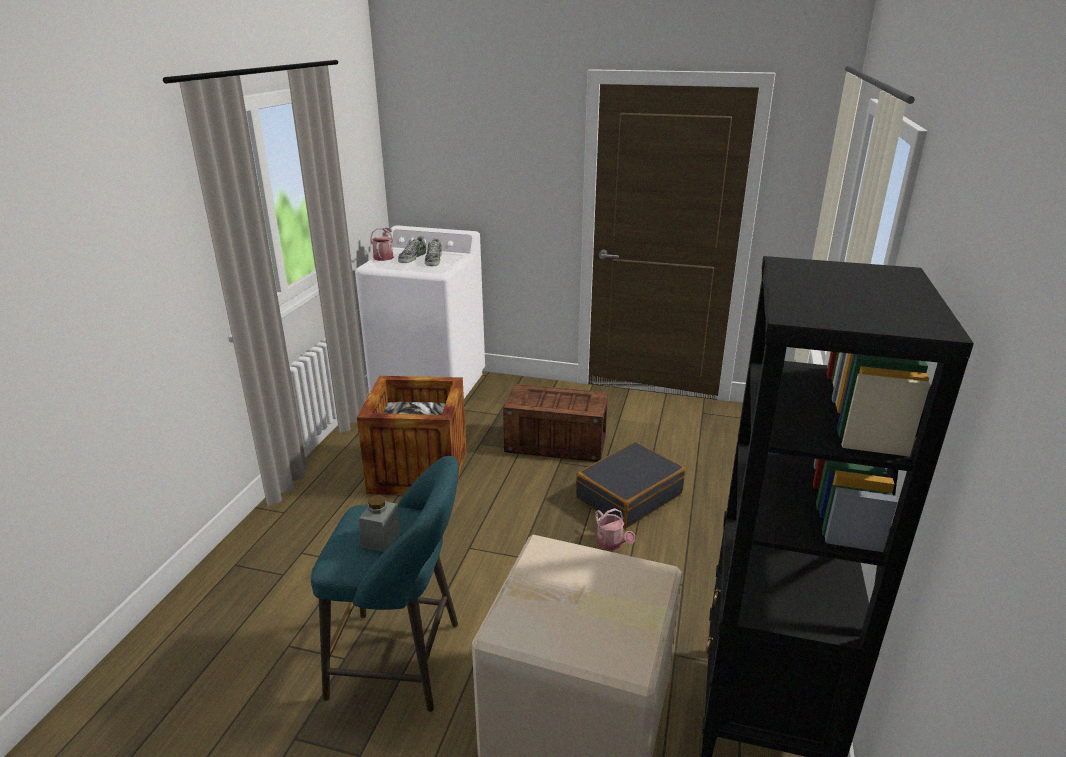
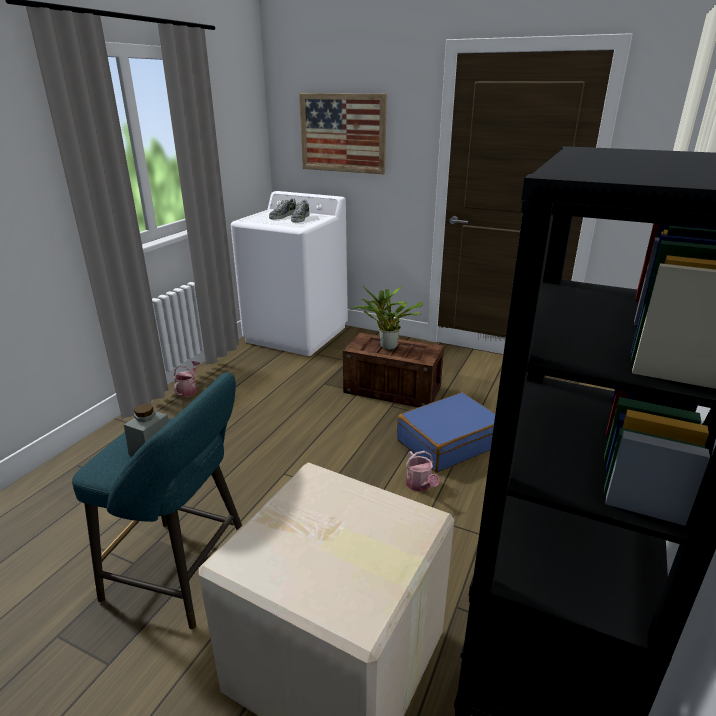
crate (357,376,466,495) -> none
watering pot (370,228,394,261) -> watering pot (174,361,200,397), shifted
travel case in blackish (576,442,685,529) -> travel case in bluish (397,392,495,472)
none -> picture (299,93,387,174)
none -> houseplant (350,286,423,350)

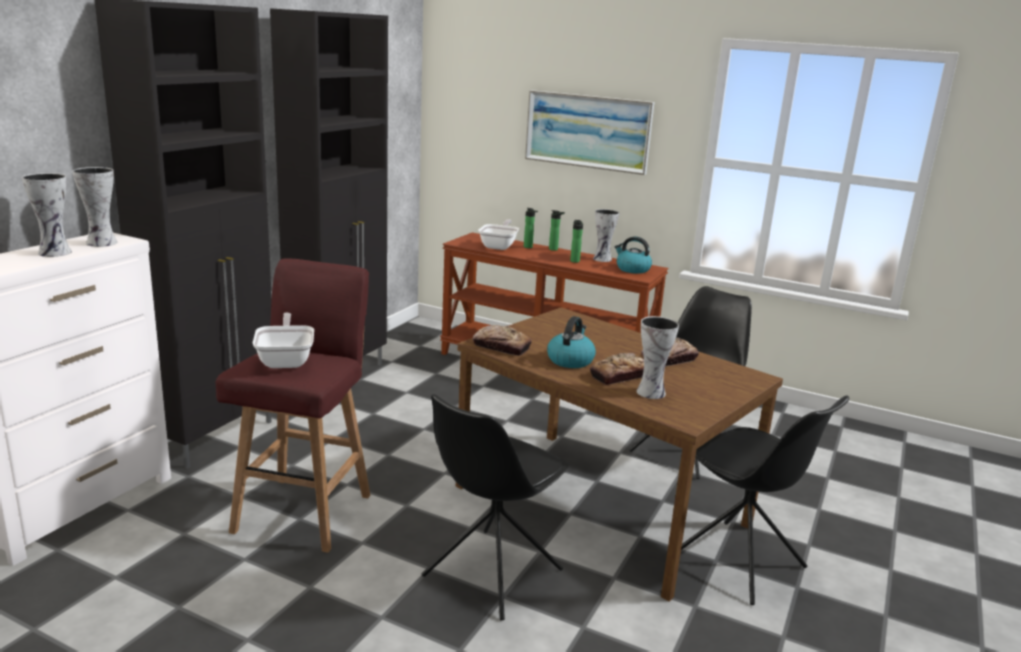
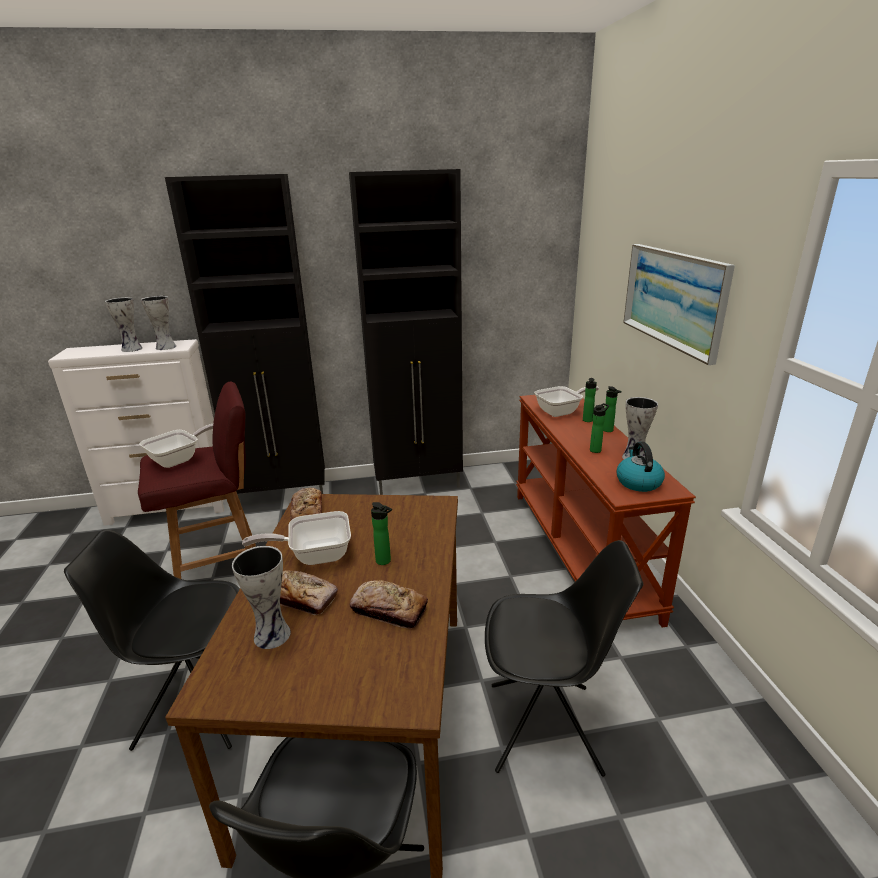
water kettle (547,316,596,368) -> frying pan (242,511,351,565)
none -> drink bottle (371,502,392,565)

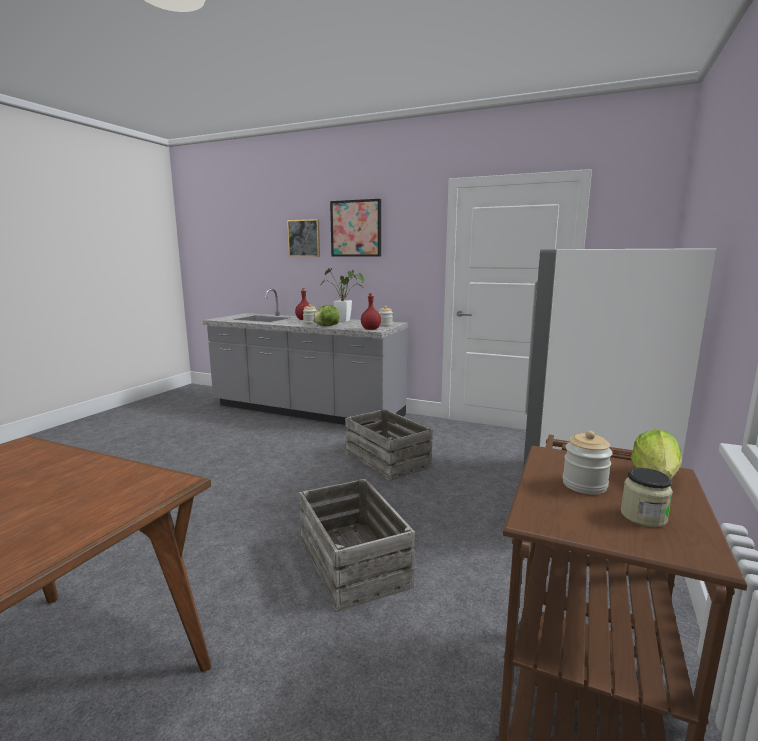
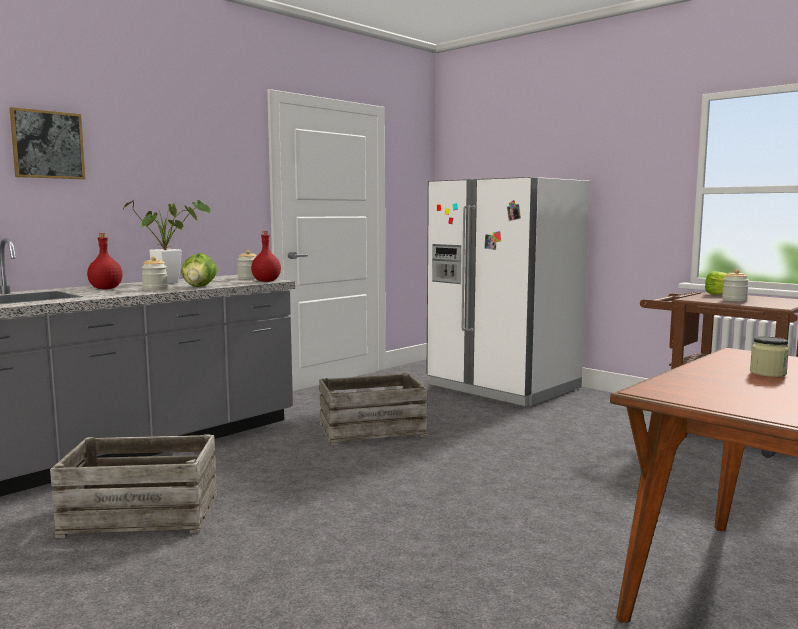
crate (299,478,415,613) -> crate (50,434,217,538), shifted
picture (330,199,381,257) -> none
storage jar (621,468,673,527) -> storage jar (750,337,789,377), shifted

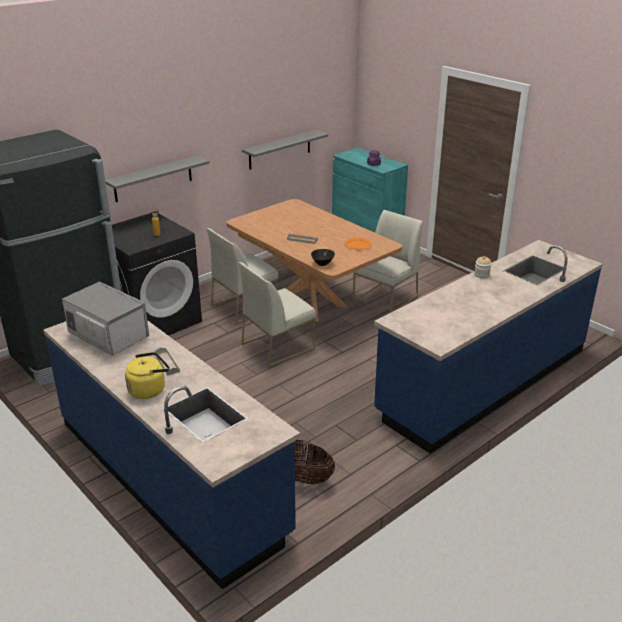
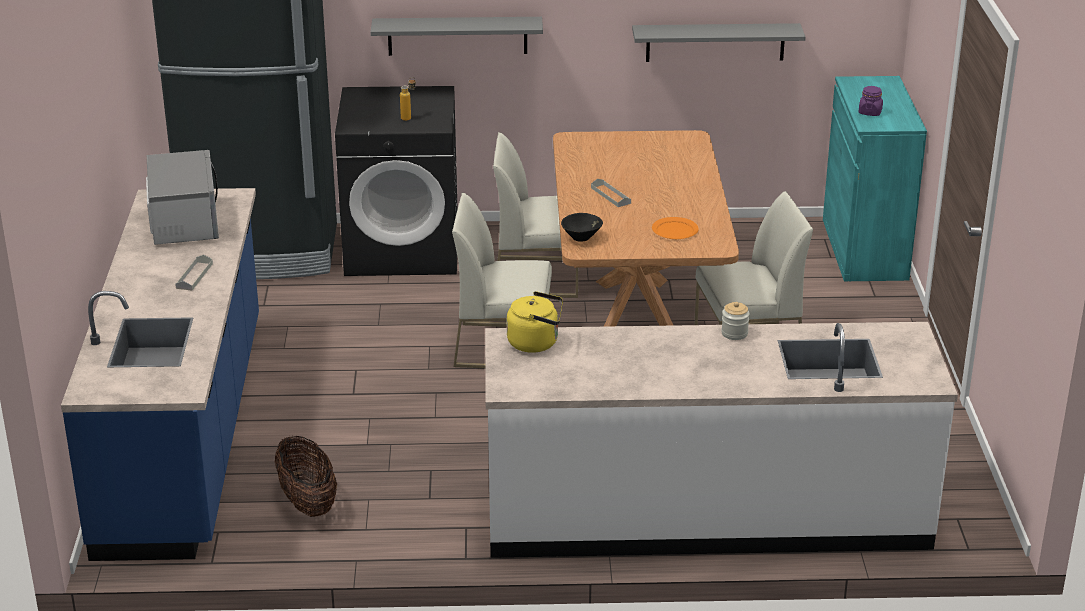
water kettle in yellowish (125,352,170,399) -> water kettle in yellowish (507,291,563,353), shifted
counter in bluish (374,240,603,454) -> counter in white (485,322,958,558)

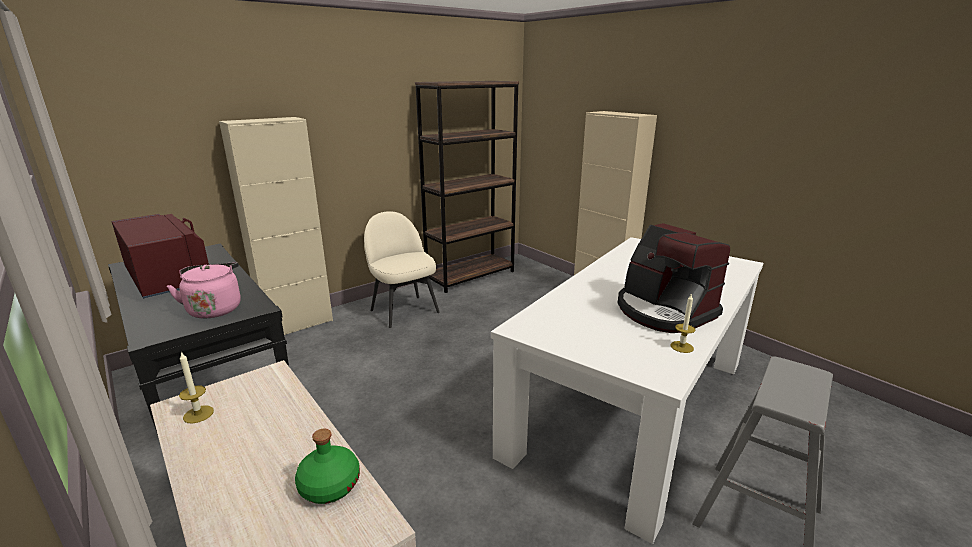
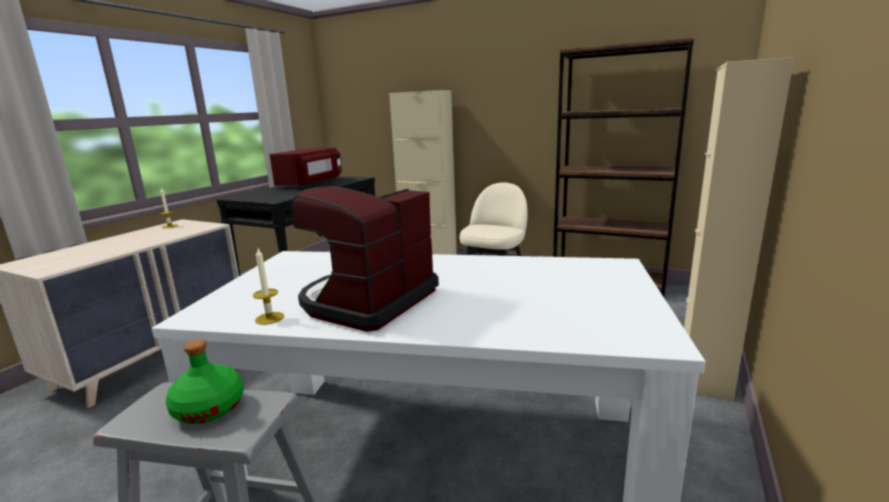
water kettle in pink (167,262,241,319) -> none
drink bottle in green-coloured (295,429,360,504) -> drink bottle in green-coloured (166,339,244,424), shifted

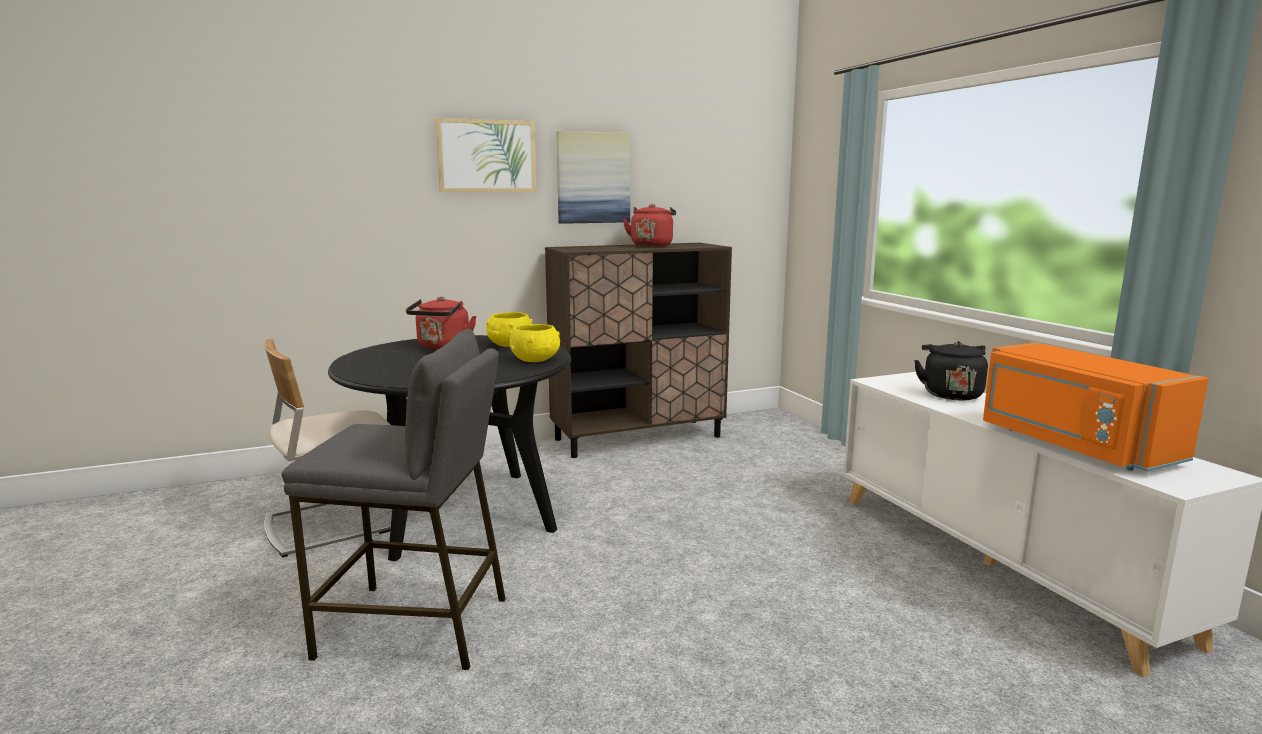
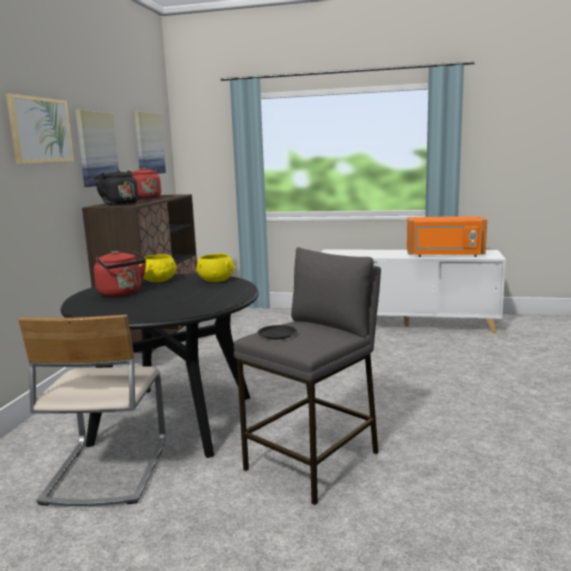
water kettle in blackish (914,341,988,400) -> water kettle in blackish (94,170,138,205), shifted
none -> picture (134,111,166,174)
none -> flat dish in blackish (257,325,297,339)

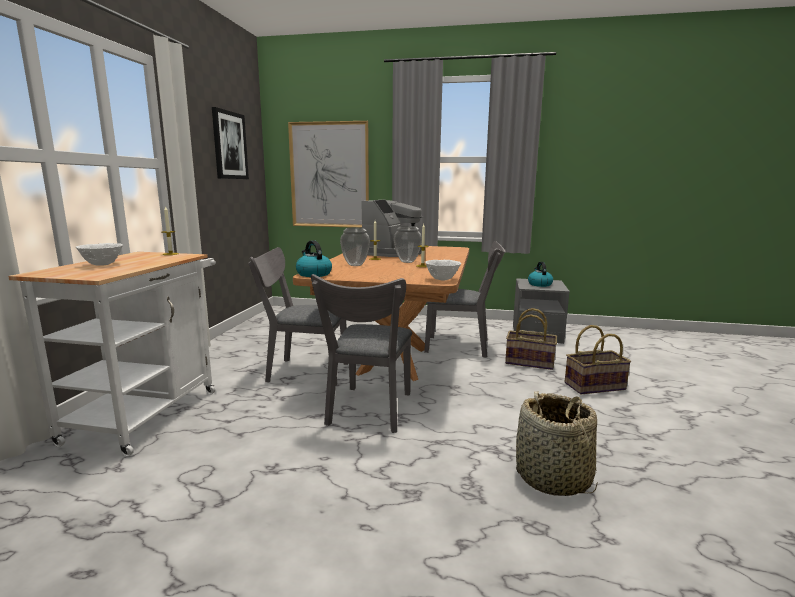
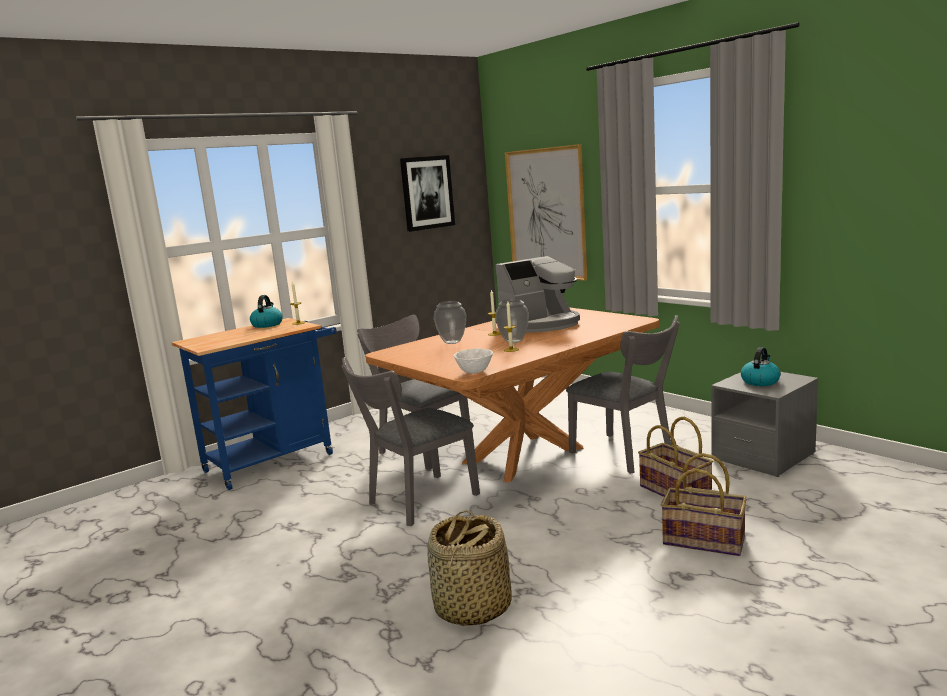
wheeled cart in white (8,252,216,456) -> wheeled cart in bluish (171,318,337,490)
bowl in white (76,243,123,266) -> none
water kettle (296,240,332,277) -> water kettle (250,295,283,328), shifted

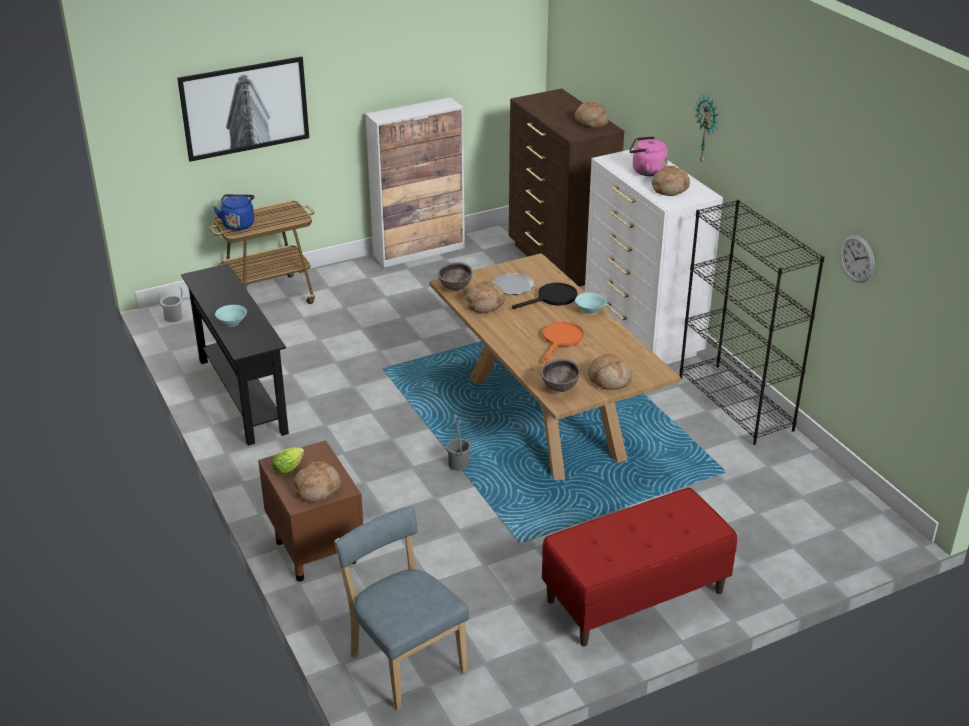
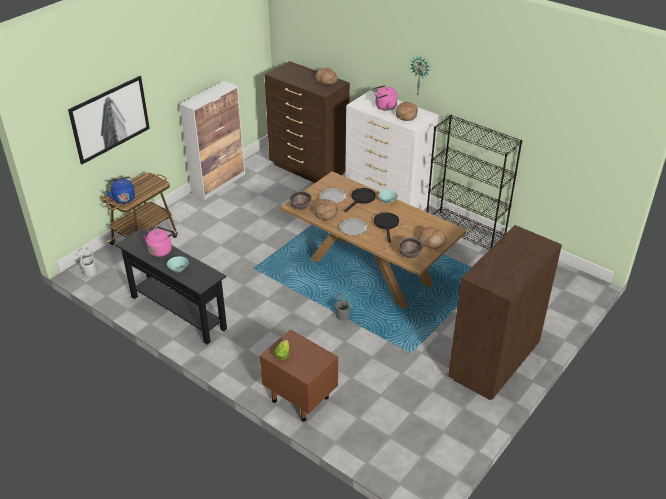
bakery bread (294,461,341,502) -> none
plain chair in bluish (334,507,469,710) -> none
frying pan in orangey (542,322,584,363) -> frying pan in blackish (374,212,399,243)
bench in reddish (542,488,737,646) -> drawer chest in brown-coloured (448,225,562,400)
wall clock (840,235,874,283) -> none
none -> water kettle in pink (143,226,174,257)
none -> flat dish (339,218,367,235)

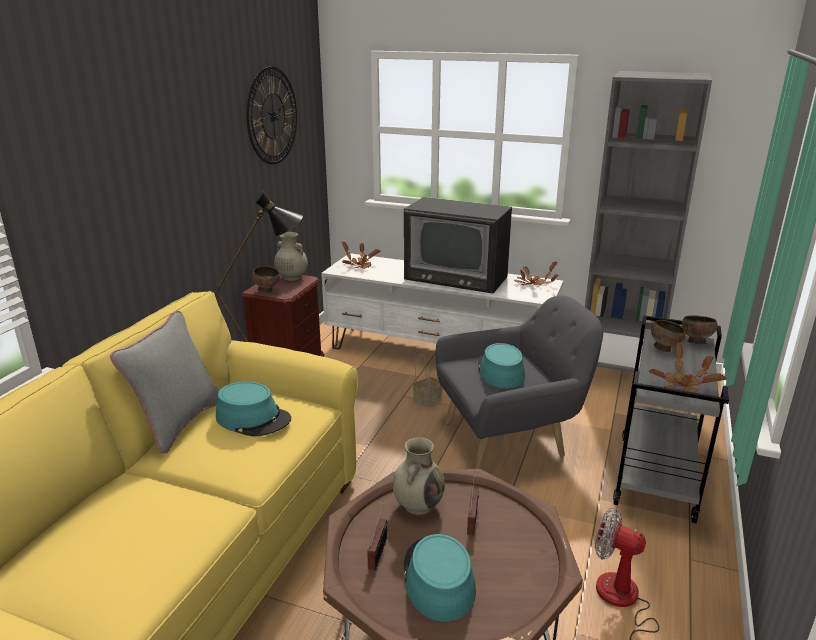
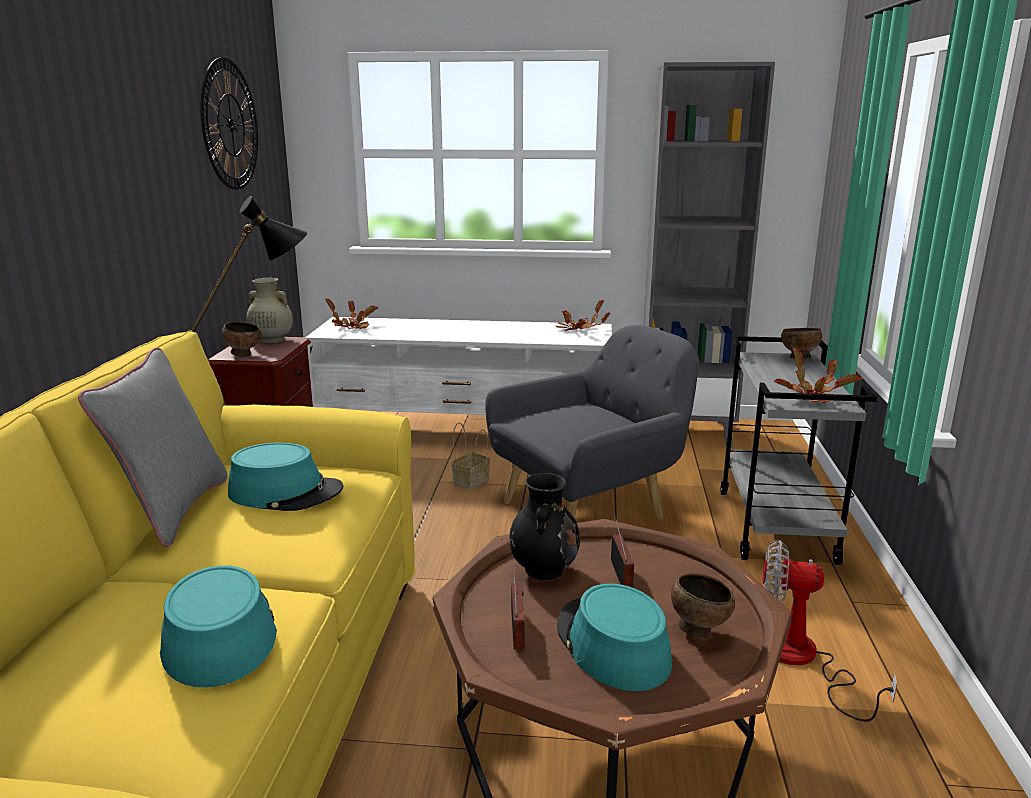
decorative vase in beige-coloured (392,437,445,515) -> decorative vase in blackish (509,473,580,580)
TV (404,197,512,294) -> none
wearable hat in turquoise-coloured (478,343,525,388) -> wearable hat in turquoise-coloured (160,565,277,687), shifted
bowl in brown-coloured (651,320,686,352) -> bowl in brown-coloured (671,573,735,638), shifted

